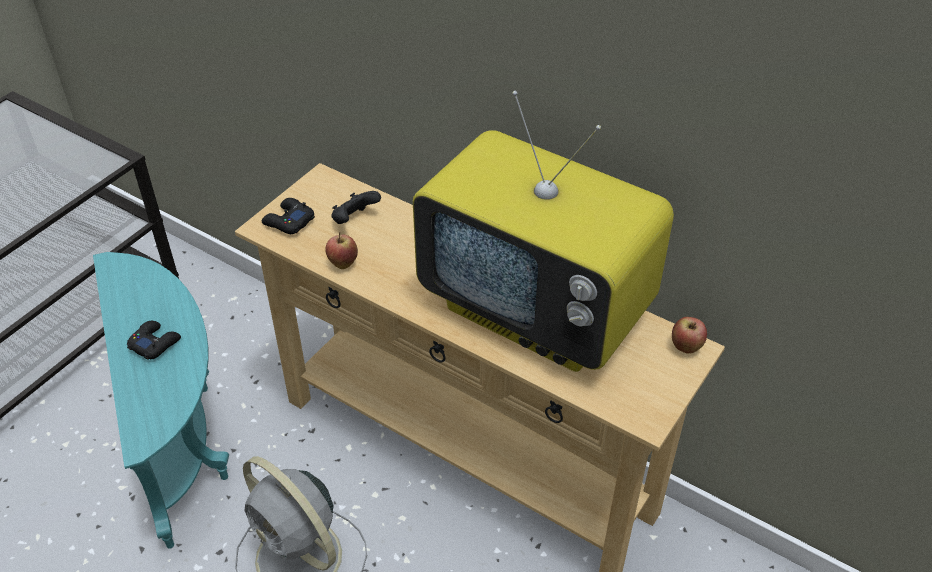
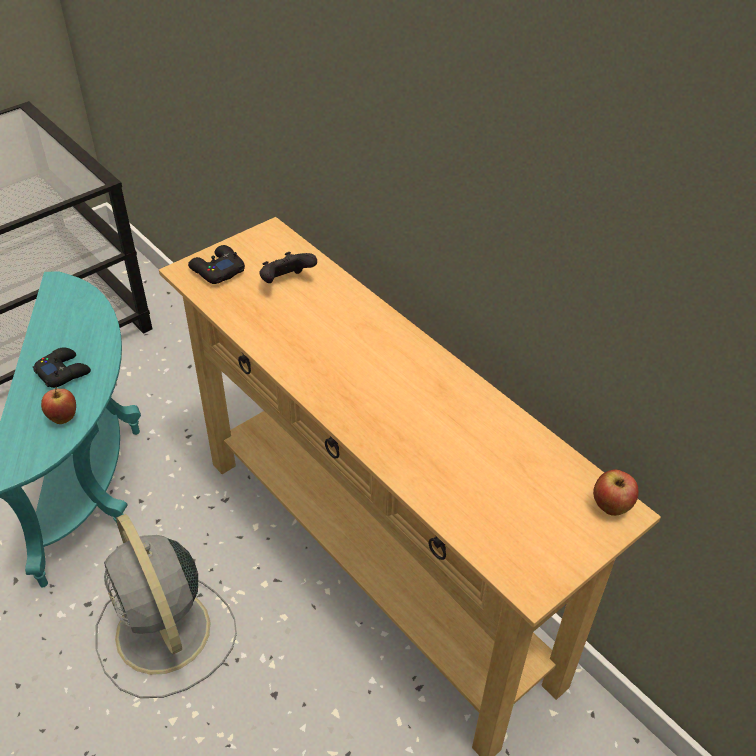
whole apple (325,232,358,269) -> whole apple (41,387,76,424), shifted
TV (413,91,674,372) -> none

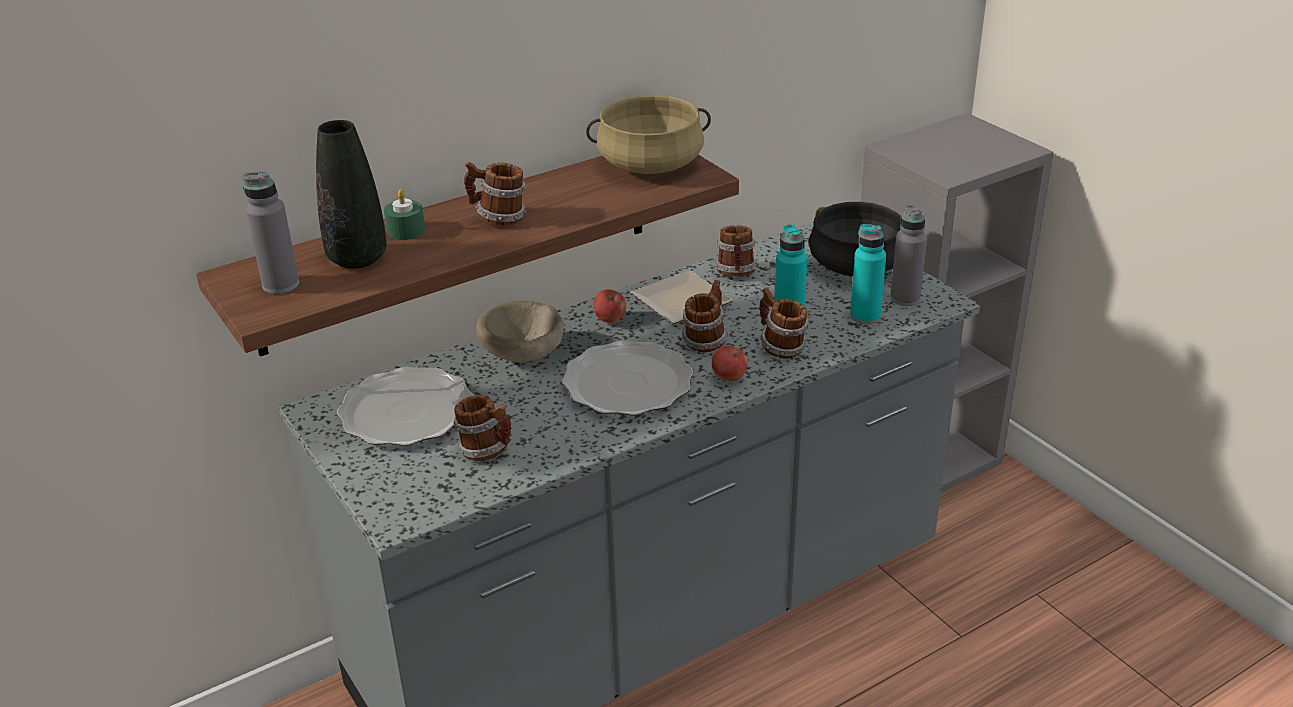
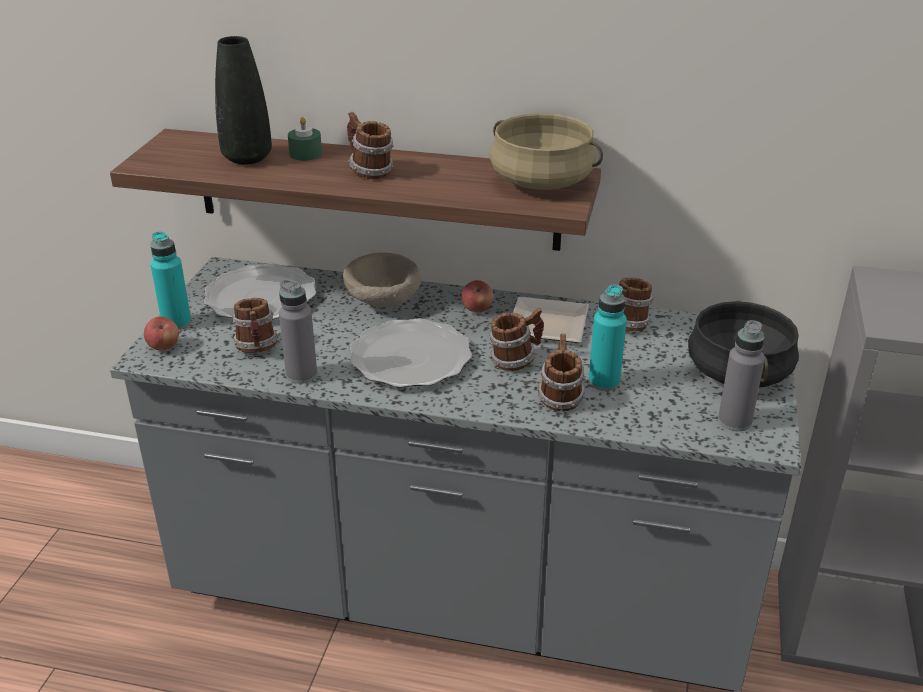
drink bottle in greyish (242,171,299,294) -> drink bottle in greyish (279,279,317,384), shifted
whole apple (712,346,748,381) -> whole apple (144,316,179,350), shifted
drink bottle in turquoise-coloured (850,224,886,325) -> drink bottle in turquoise-coloured (150,232,191,330), shifted

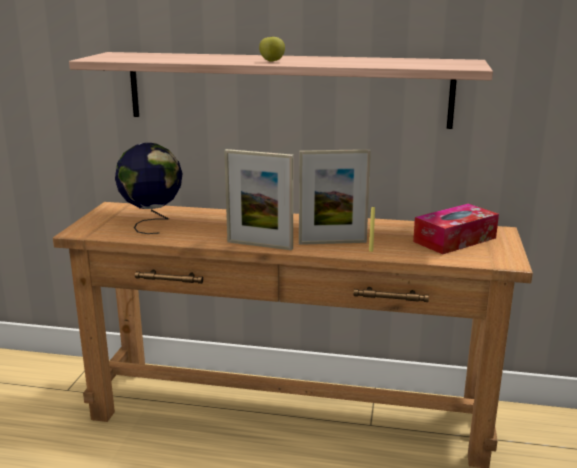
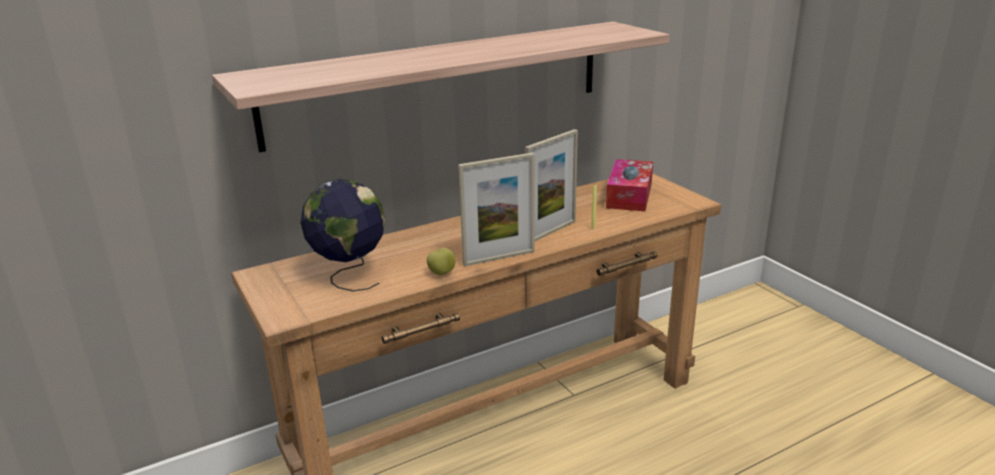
whole apple (259,37,285,62) -> whole apple (427,248,455,275), shifted

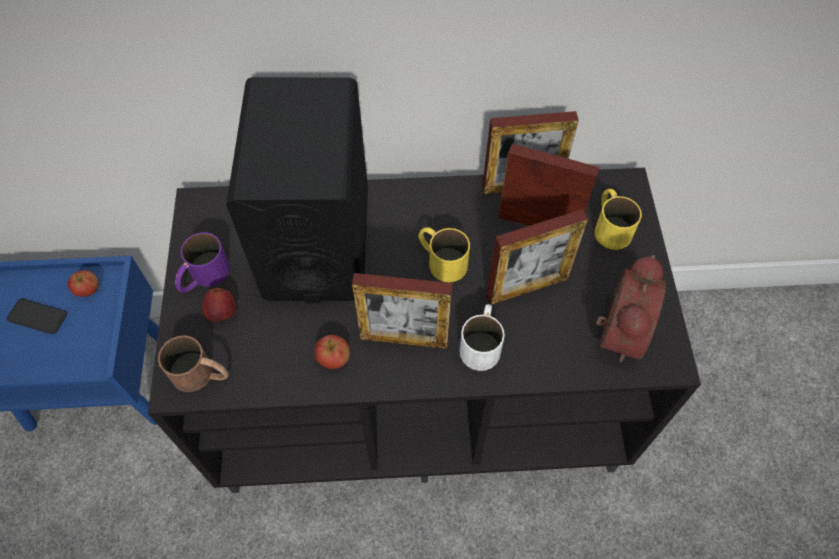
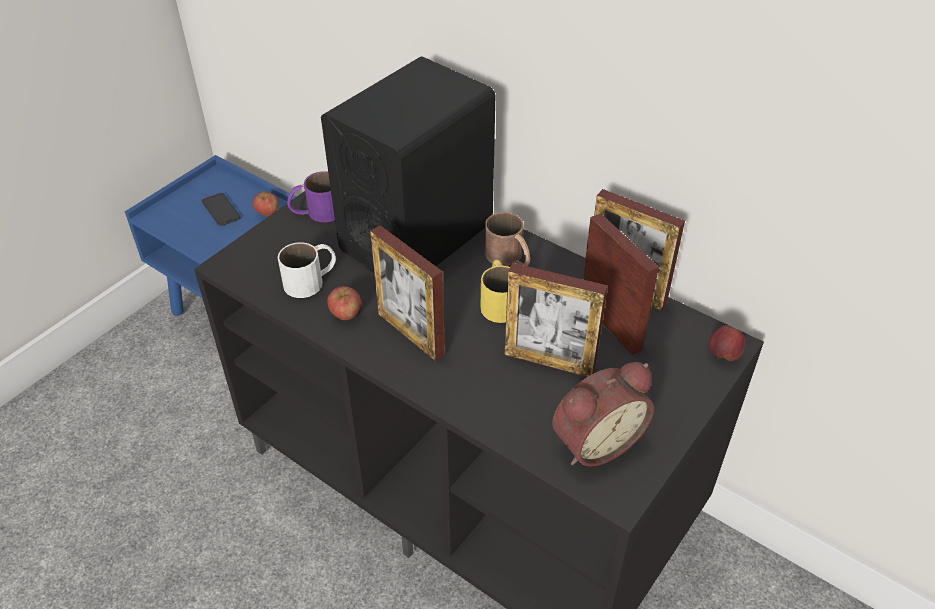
coffee mug in brown-coloured (158,336,229,392) -> coffee mug in brown-coloured (485,212,530,266), shifted
whole apple (202,288,236,322) -> whole apple (709,325,745,361), shifted
coffee mug in white (459,304,505,371) -> coffee mug in white (278,242,336,298), shifted
coffee mug in yellowish (594,189,642,250) -> none

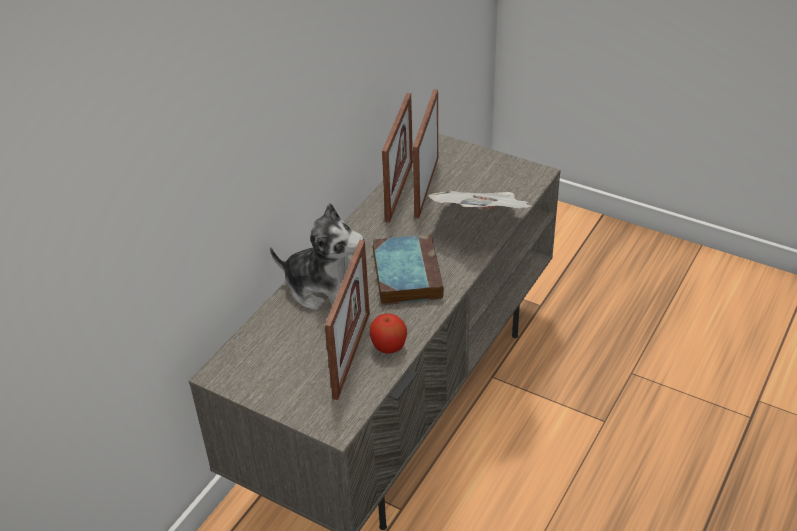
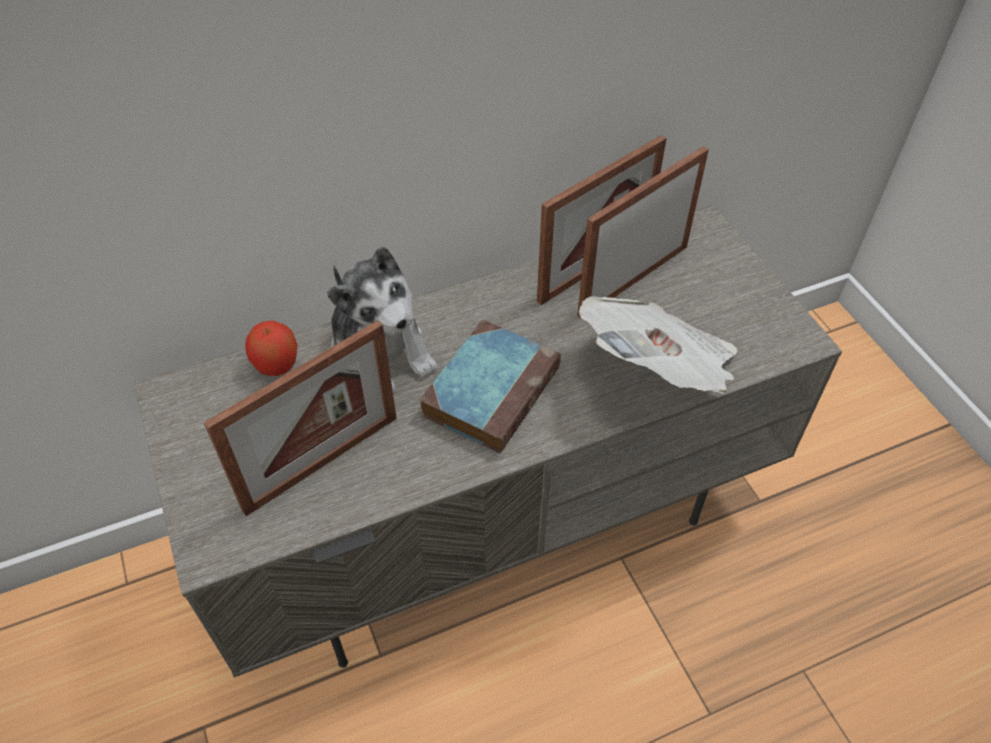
whole apple (370,313,407,354) -> whole apple (245,321,297,376), shifted

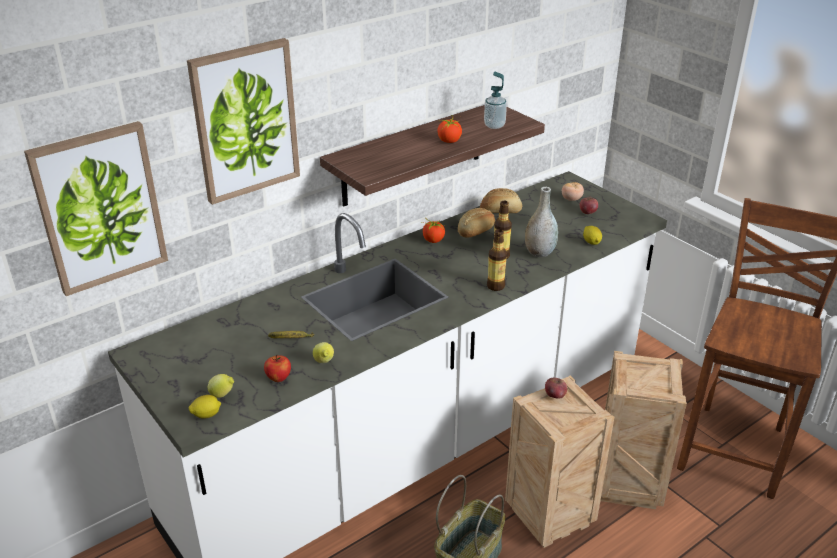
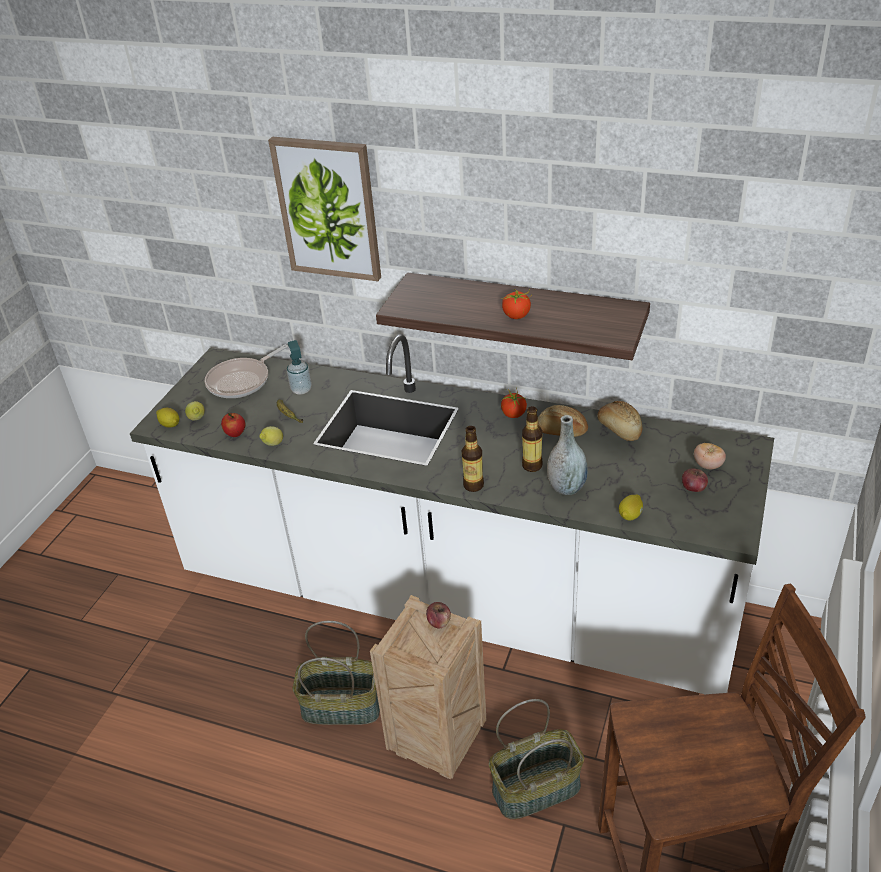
picture (24,121,168,296) -> none
soap dispenser (484,72,507,129) -> soap dispenser (287,340,312,395), shifted
crate (600,351,687,509) -> basket (489,699,584,819)
none -> frying pan (204,345,288,398)

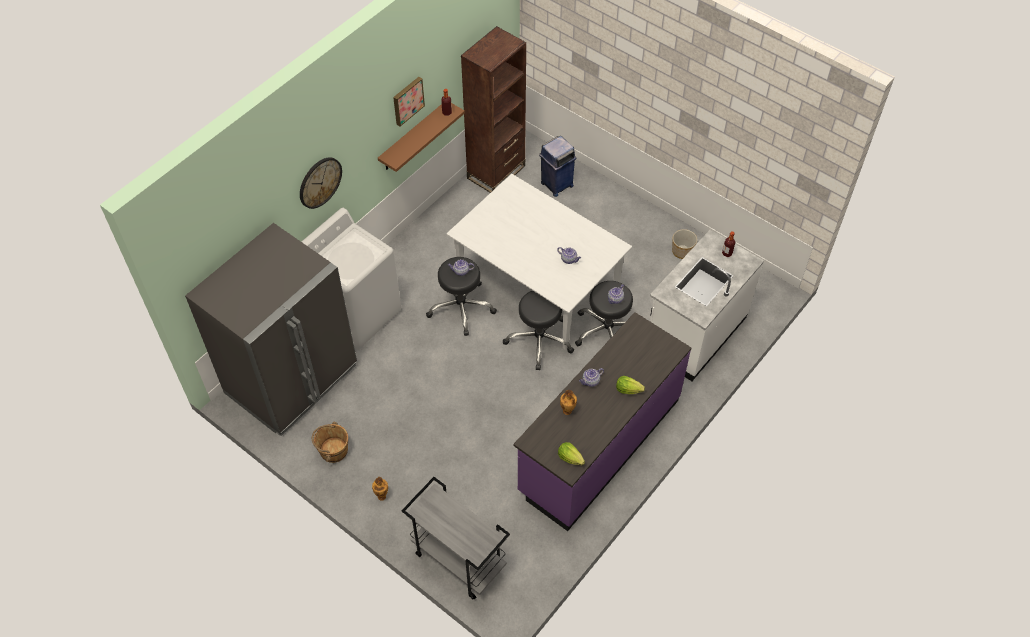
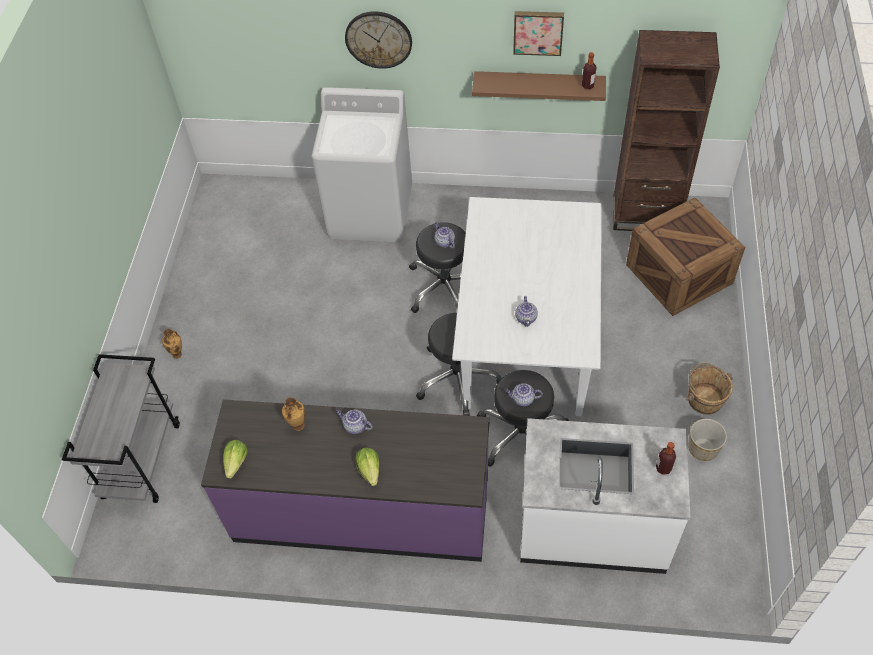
kitchen fridge in greyish (185,223,357,436) -> none
water bucket in brown-coloured (312,421,348,463) -> water bucket in brown-coloured (686,363,733,415), shifted
rubbish bin in bluish (539,136,577,197) -> crate (626,197,745,316)

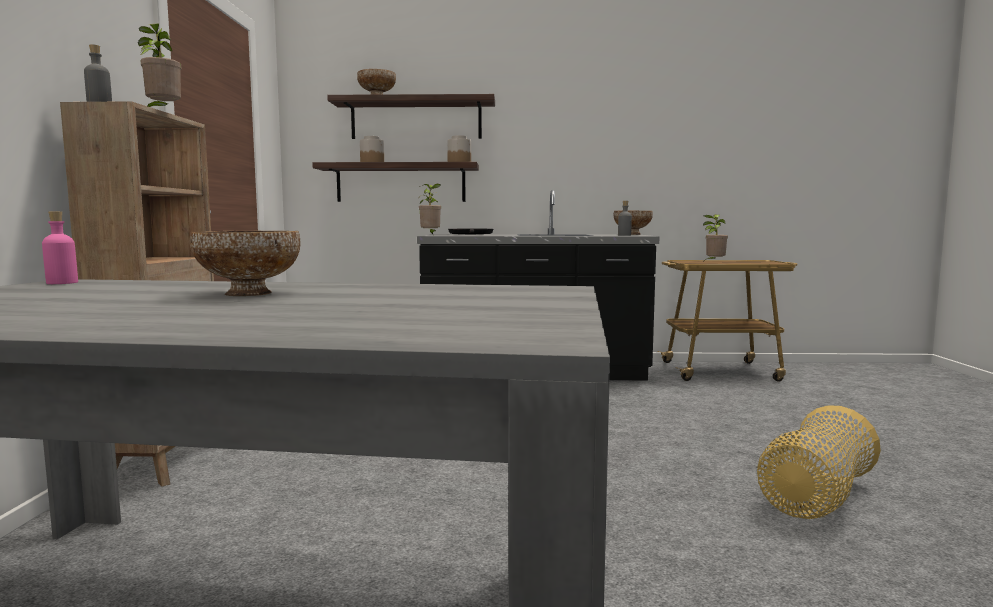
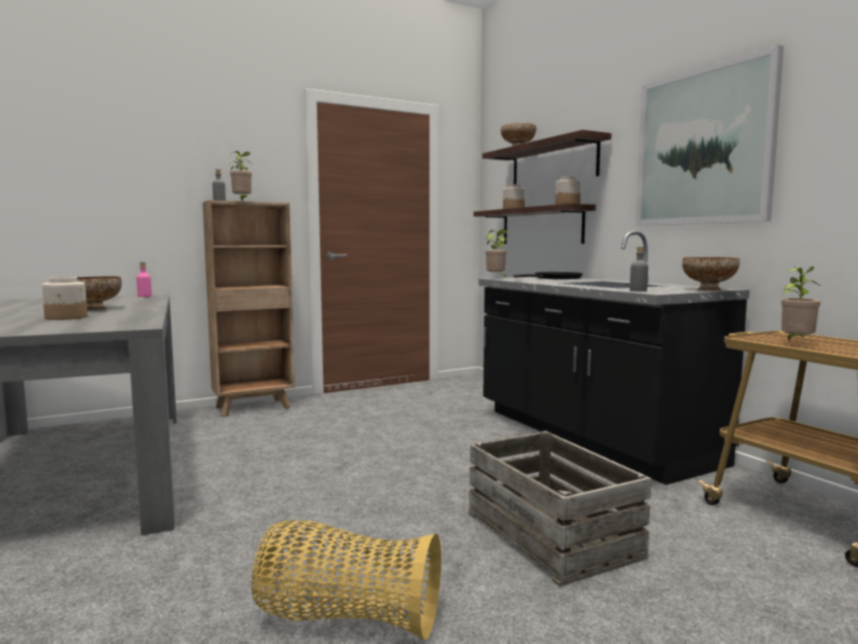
none -> storage jar (42,277,87,320)
none -> crate (468,431,652,587)
none -> picture (635,45,784,226)

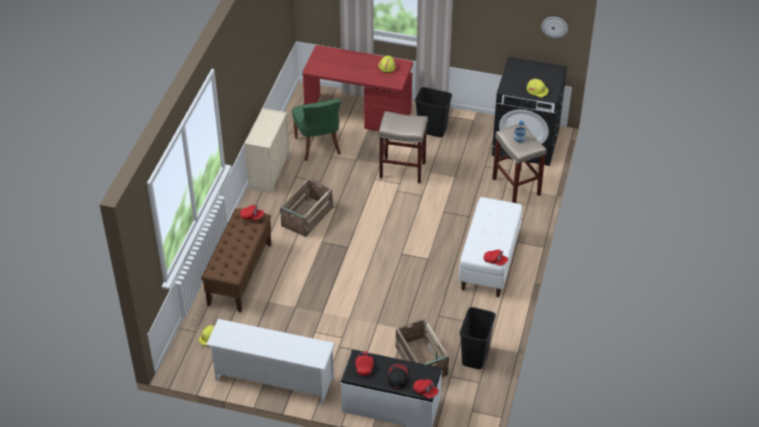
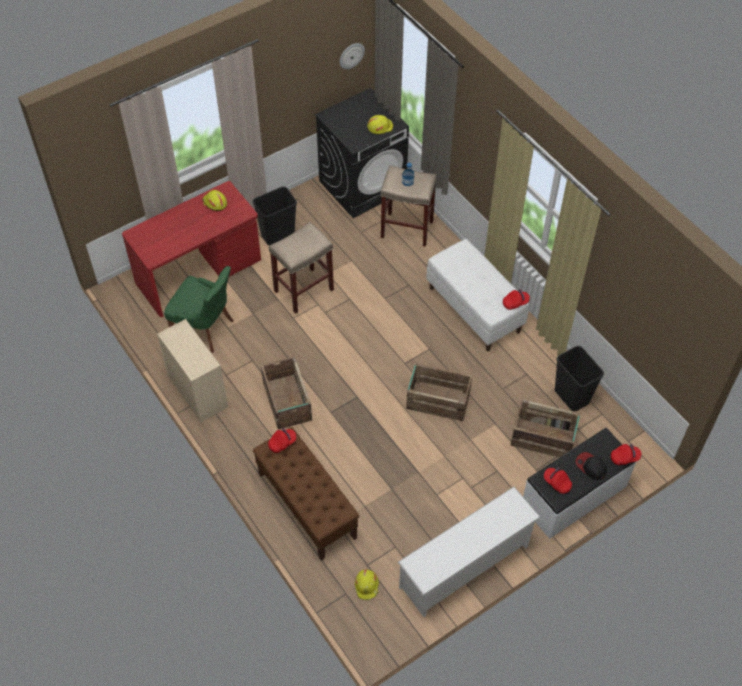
none -> crate (406,363,472,421)

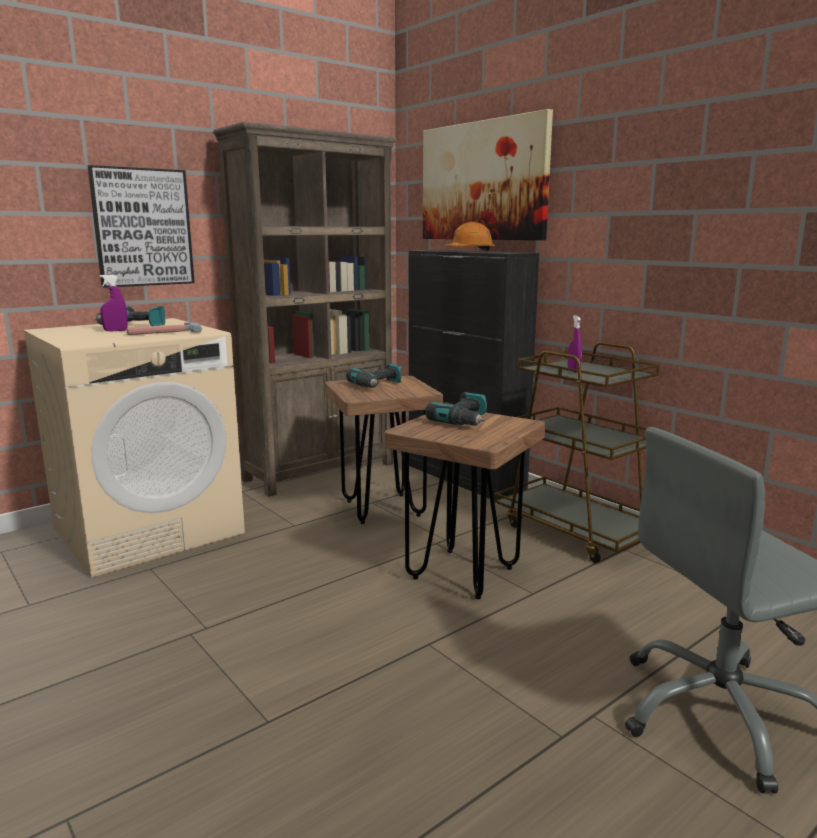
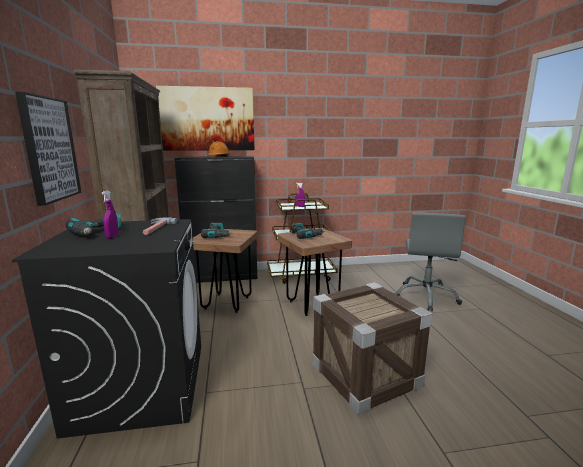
washing machine in beige-coloured (23,318,245,578) -> washing machine in blackish (12,219,201,439)
none -> crate (312,282,433,415)

